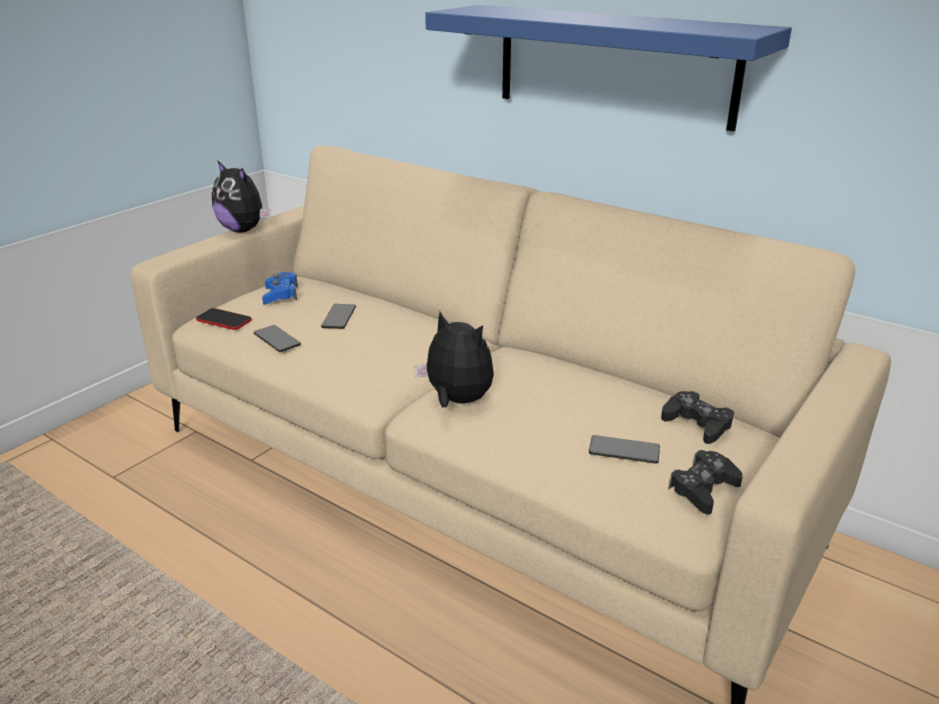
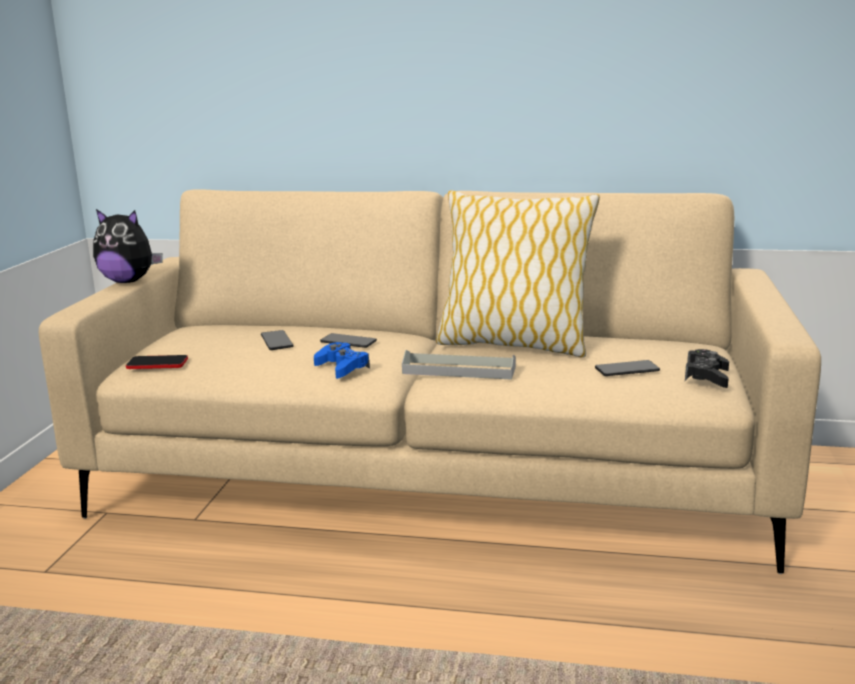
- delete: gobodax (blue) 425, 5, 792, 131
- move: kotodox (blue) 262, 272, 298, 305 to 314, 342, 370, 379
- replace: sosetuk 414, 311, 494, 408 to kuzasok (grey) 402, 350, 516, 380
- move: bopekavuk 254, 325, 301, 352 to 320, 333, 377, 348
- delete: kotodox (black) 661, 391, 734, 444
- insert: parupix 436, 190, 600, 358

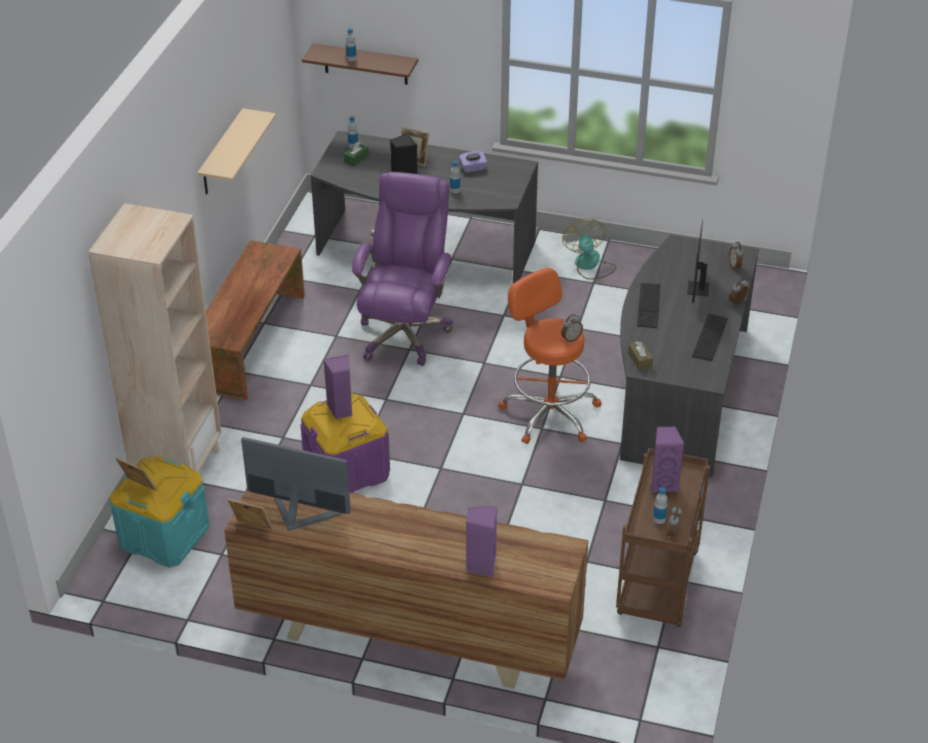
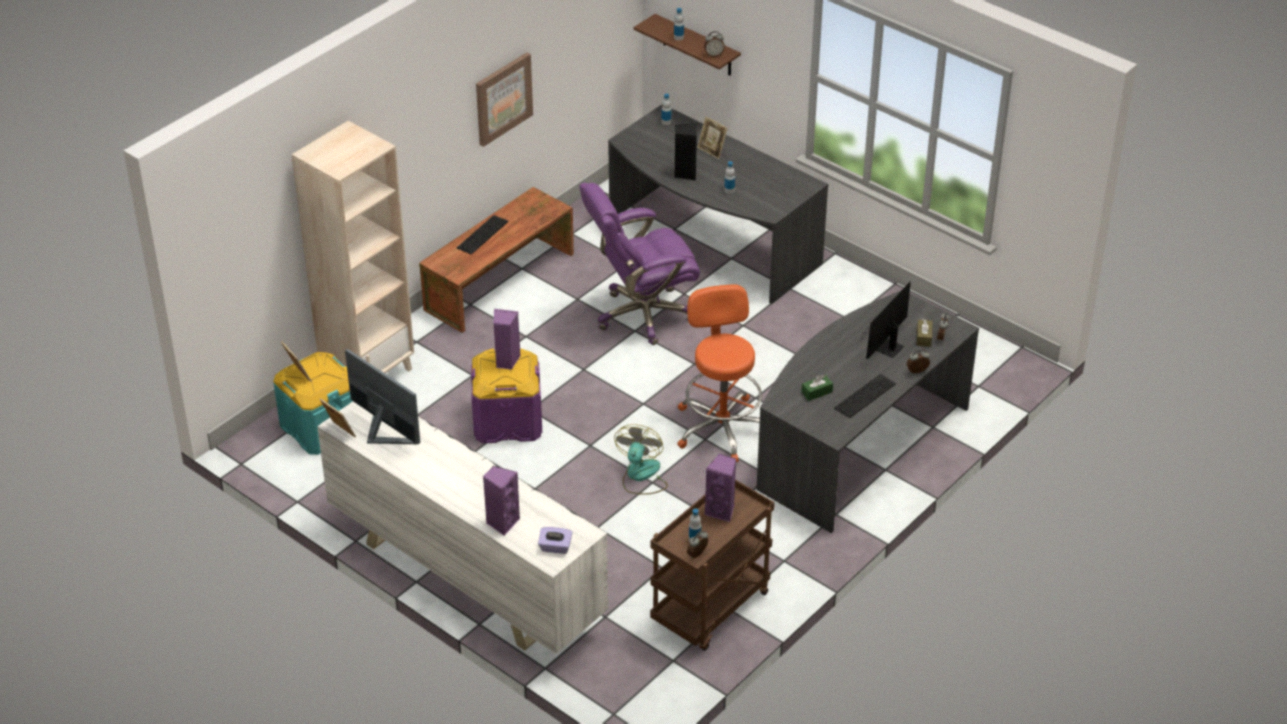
- replace: gobodax (beige) 197, 108, 276, 195 to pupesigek 476, 53, 533, 147
- move: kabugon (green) 344, 142, 369, 167 to 801, 375, 833, 401
- move: kabugon (purple) 459, 151, 487, 173 to 538, 527, 572, 554
- rotate: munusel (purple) 352, 172, 453, 366 = 579, 183, 700, 345 150 degrees counterclockwise
- move: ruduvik 562, 218, 617, 280 to 614, 424, 668, 495
- move: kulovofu 637, 283, 661, 328 to 457, 215, 508, 255
- move: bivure 561, 314, 583, 342 to 704, 31, 725, 57
- move: kabugon (brown) 628, 341, 653, 370 to 917, 318, 933, 347
- recolor: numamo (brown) 224, 489, 589, 689 to numamo (white) 317, 402, 608, 654

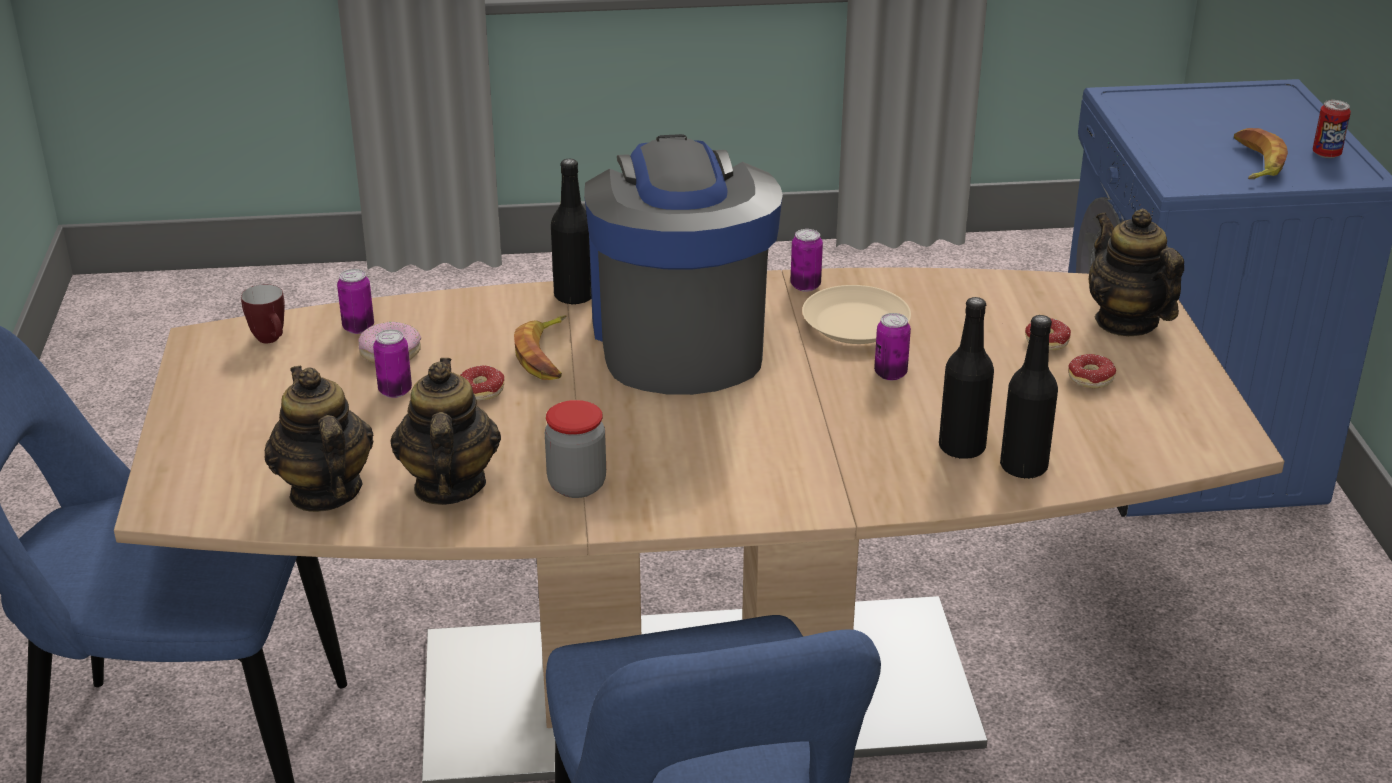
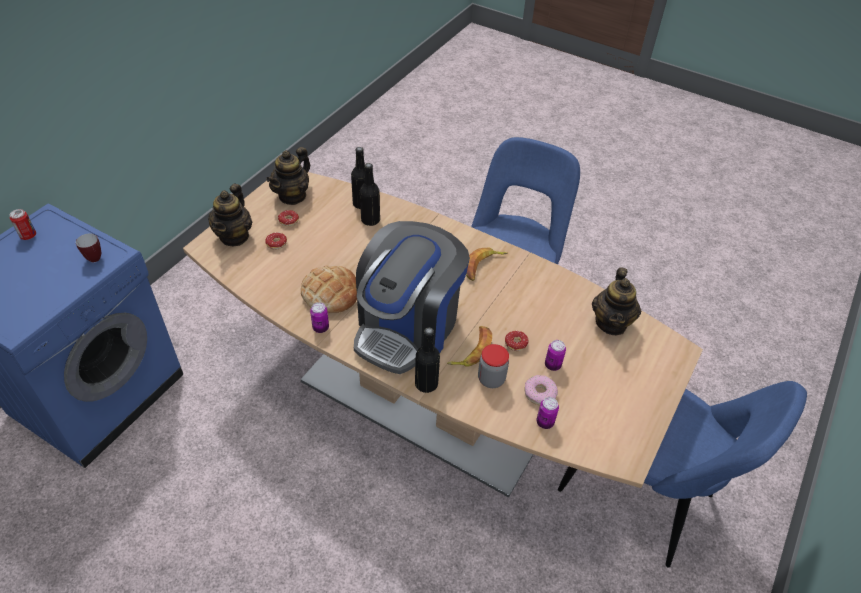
- move: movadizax 1234, 128, 1288, 179 to 466, 248, 508, 281
- move: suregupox 241, 284, 285, 343 to 76, 233, 101, 262
- replace: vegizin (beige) 802, 285, 911, 344 to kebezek 301, 265, 357, 313
- delete: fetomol 874, 313, 911, 380
- move: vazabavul 390, 358, 501, 505 to 266, 147, 310, 205
- move: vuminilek 545, 400, 606, 498 to 478, 344, 509, 388

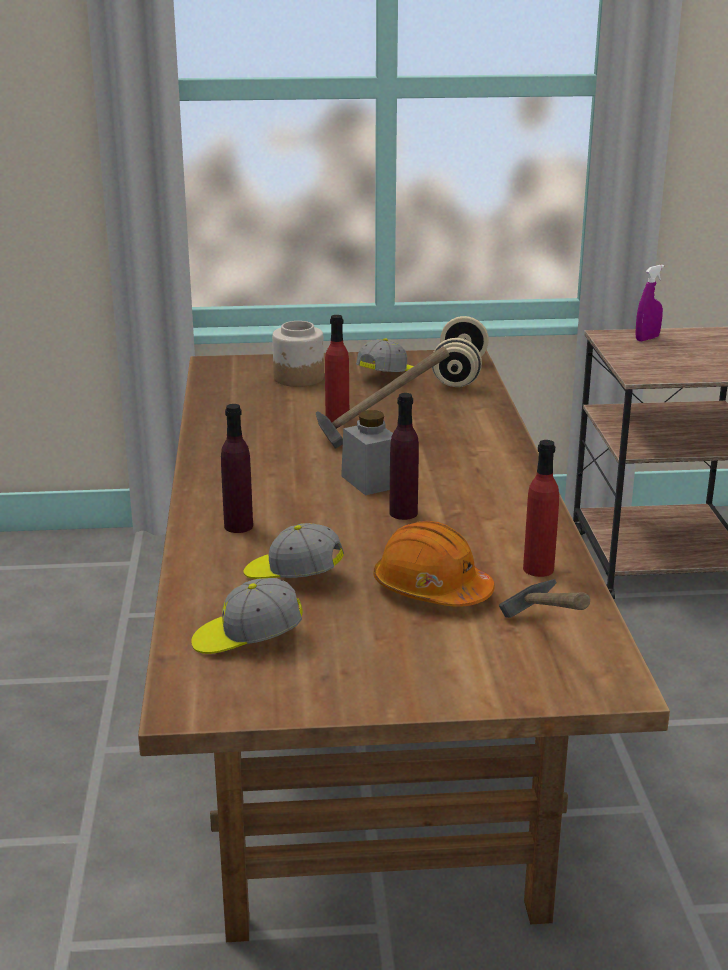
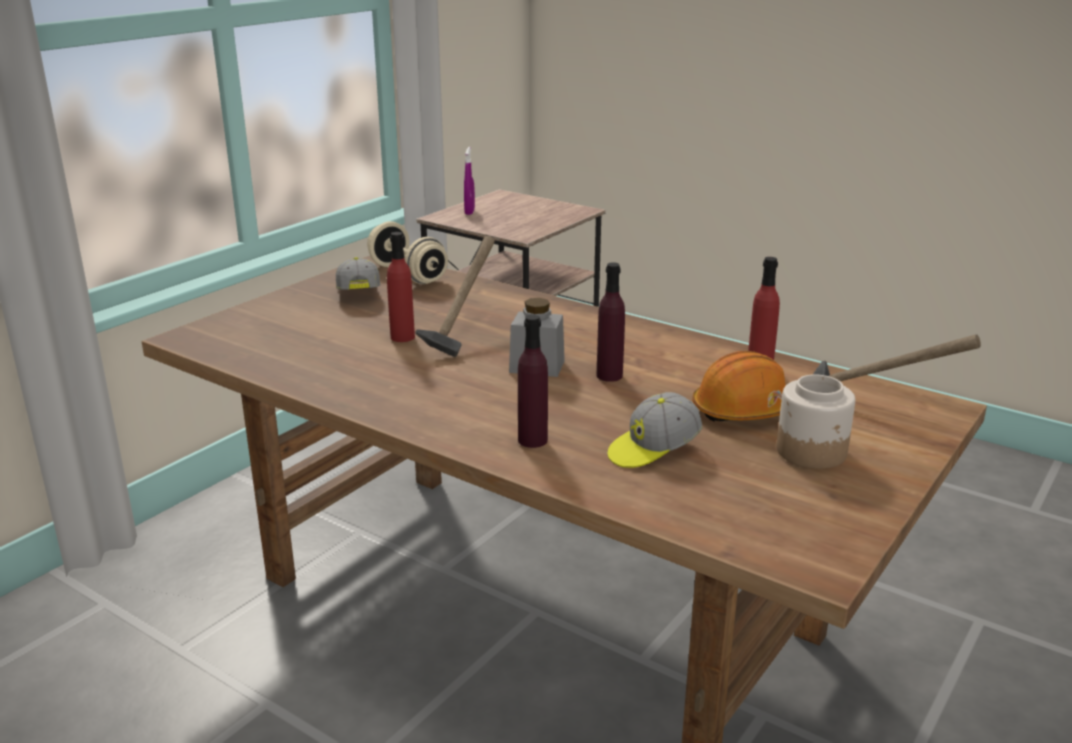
- move: vuminilek 272, 321, 324, 387 to 777, 374, 855, 469
- delete: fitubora 191, 578, 303, 654

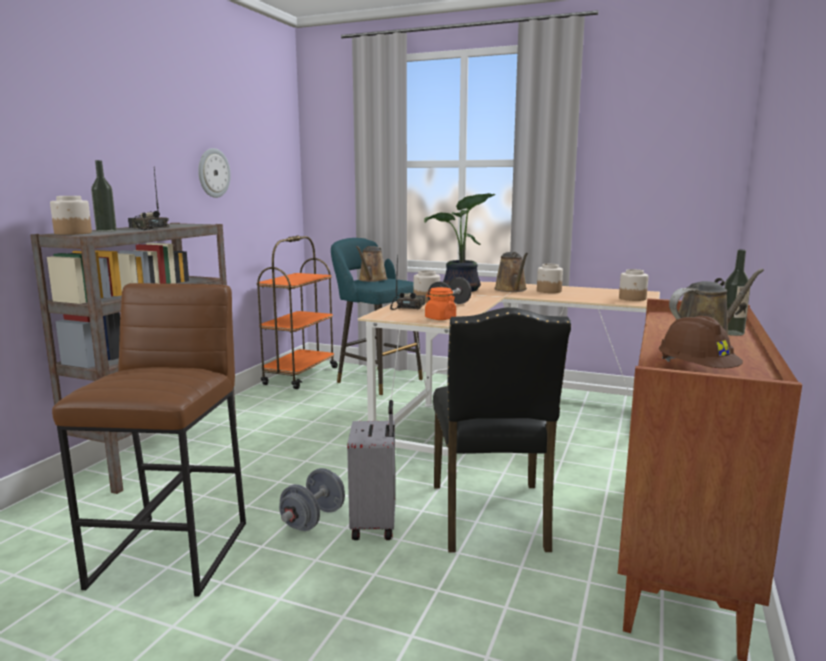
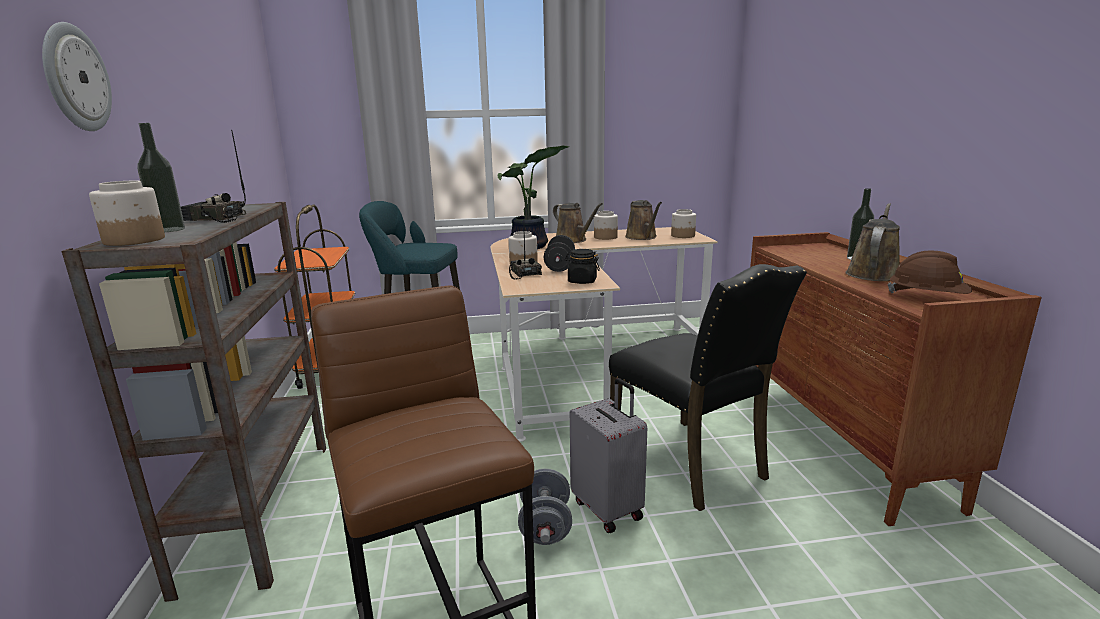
- move: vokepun 198, 148, 231, 198 to 42, 22, 112, 131
- move: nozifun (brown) 356, 246, 388, 282 to 625, 200, 662, 240
- recolor: vuminilek (orange) 425, 287, 456, 320 to vuminilek (black) 564, 249, 600, 284

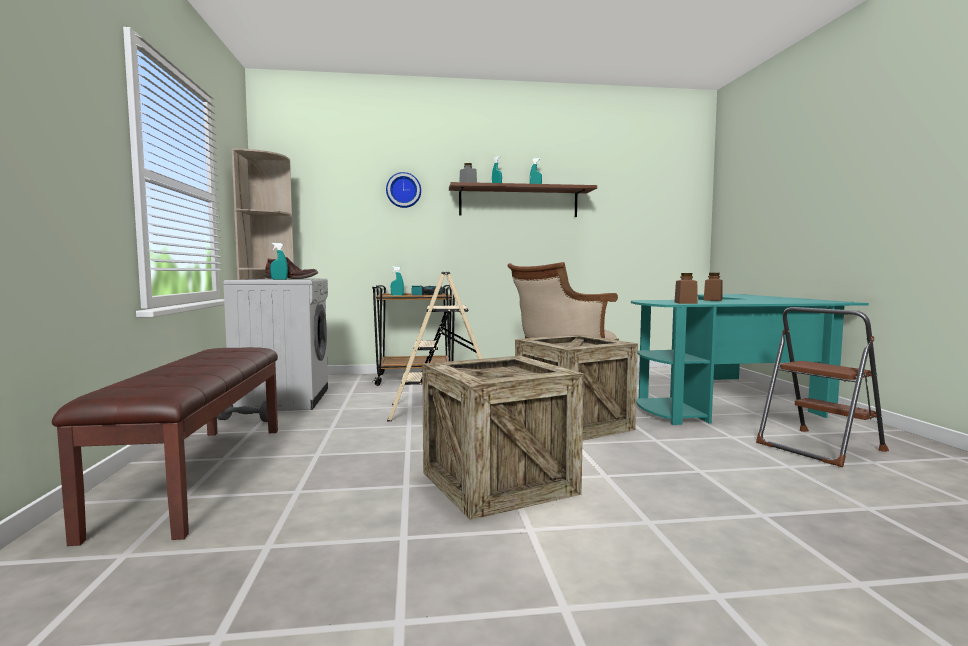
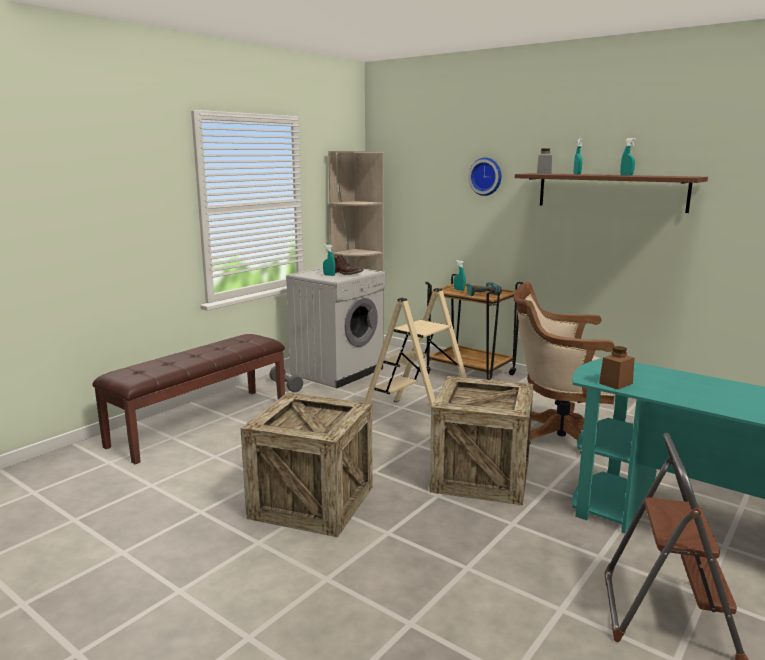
- delete: vuminilek (brown) 704, 273, 723, 301

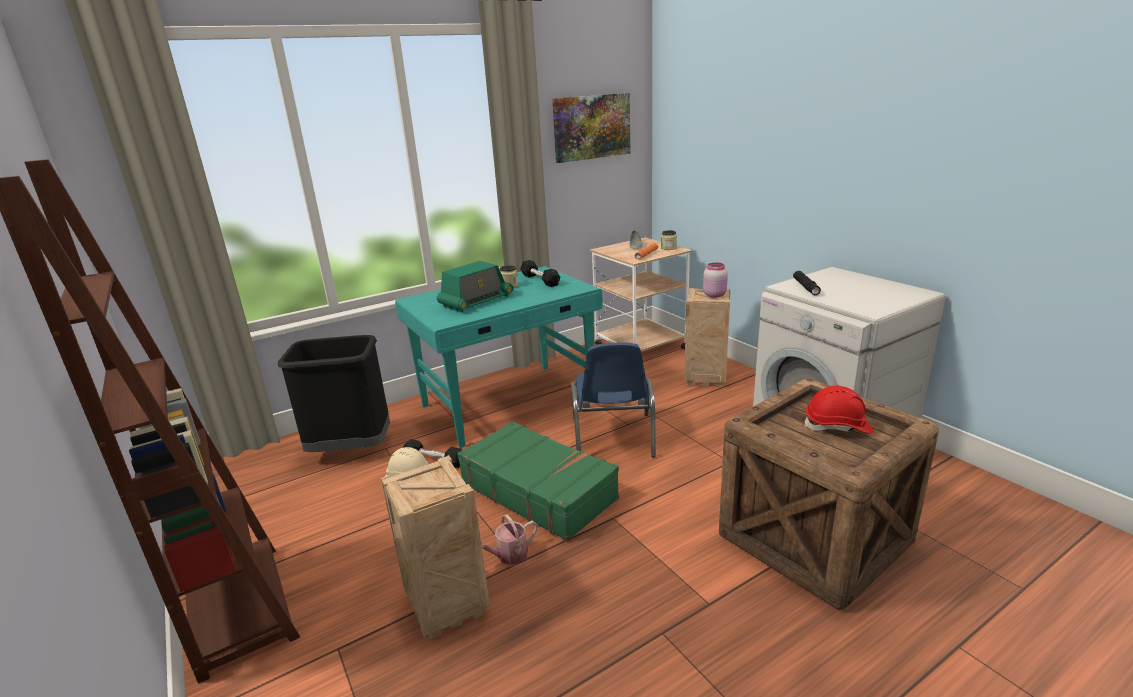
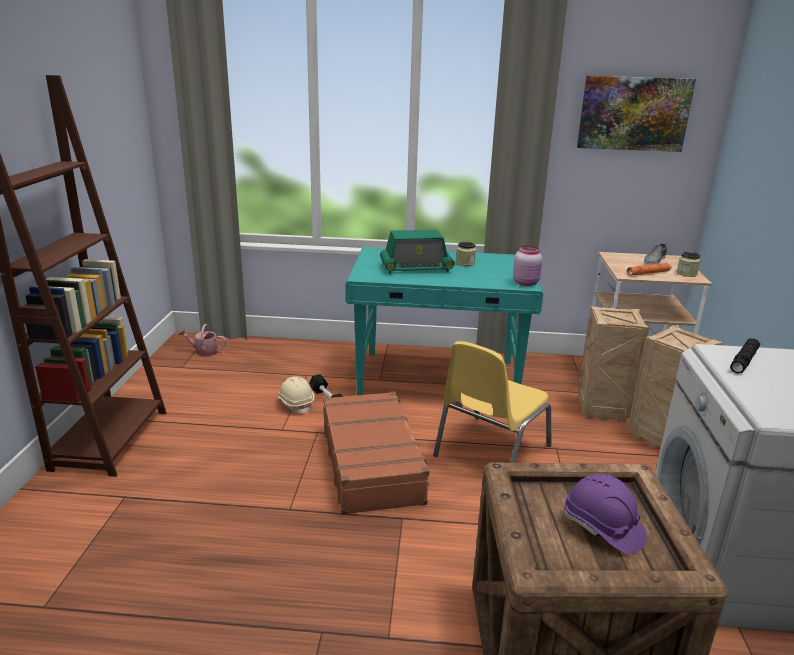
- delete: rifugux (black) 520, 260, 561, 287
- move: vuminilek (pink) 703, 263, 728, 297 to 513, 245, 543, 286
- delete: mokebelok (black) 278, 335, 390, 452
- recolor: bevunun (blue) 571, 342, 656, 457 to bevunun (yellow) 433, 341, 551, 463
- recolor: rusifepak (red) 804, 386, 873, 434 to rusifepak (purple) 564, 474, 647, 555
- recolor: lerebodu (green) 457, 421, 619, 542 to lerebodu (brown) 323, 391, 431, 515
- move: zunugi 381, 455, 490, 639 to 578, 306, 649, 422
- move: nozifun 480, 514, 538, 565 to 178, 324, 226, 357

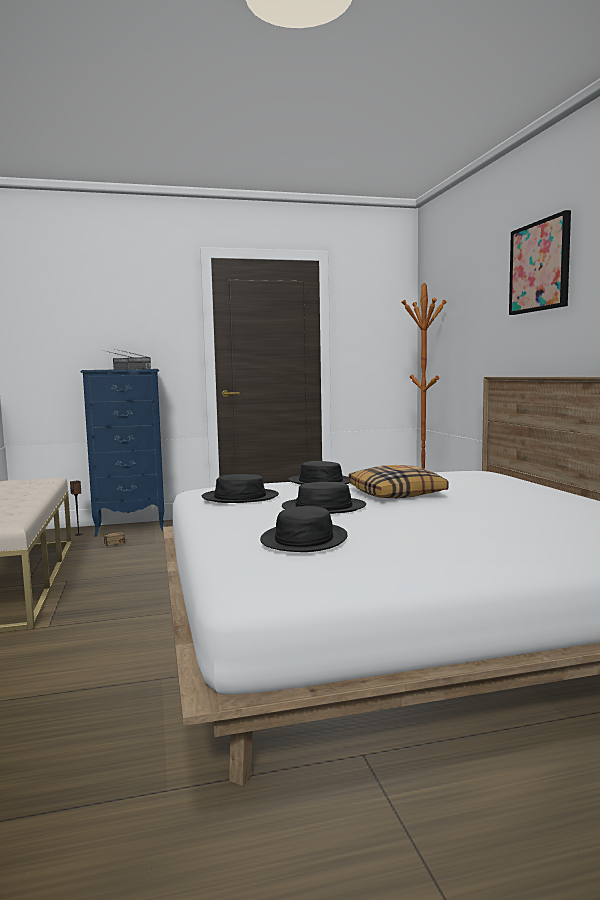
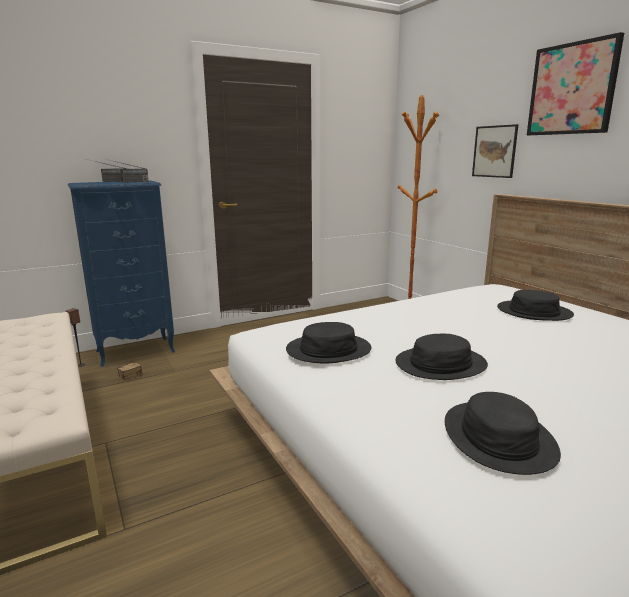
- move: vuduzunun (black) 288, 461, 350, 485 to 497, 290, 574, 321
- delete: parupix 349, 465, 449, 498
- insert: pupesigek 472, 124, 518, 178

